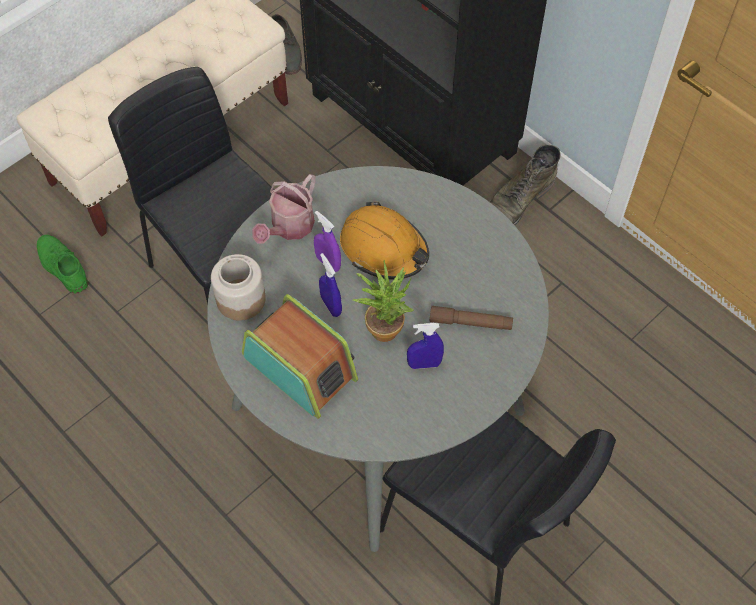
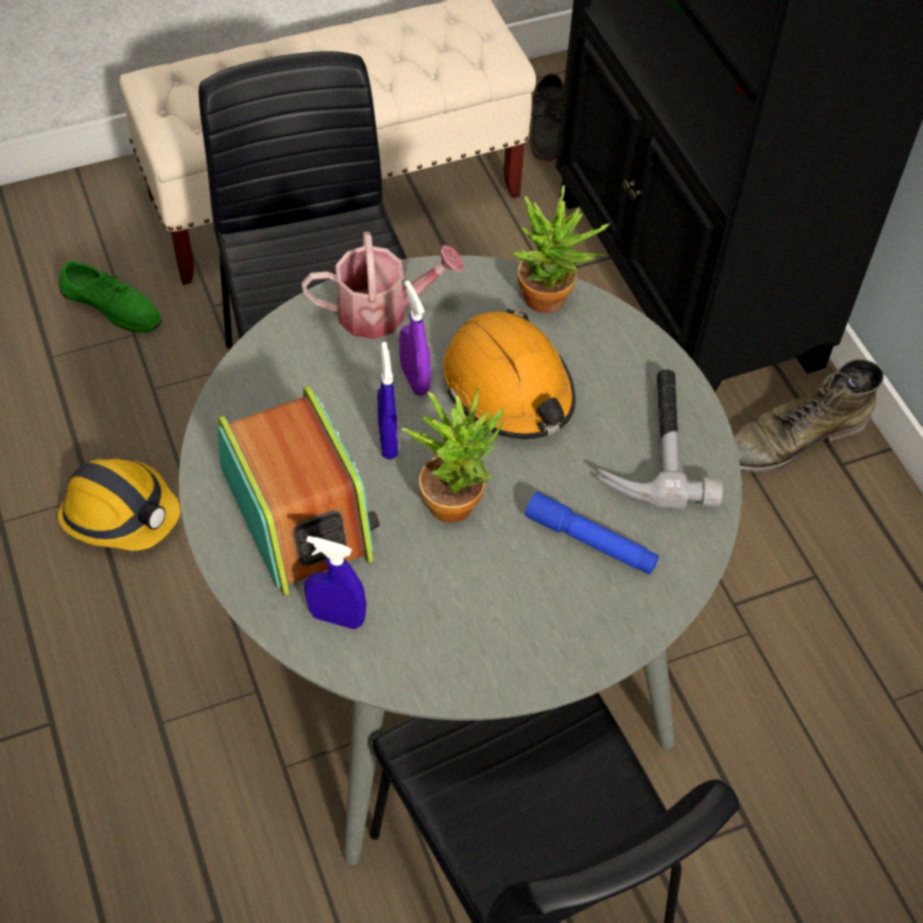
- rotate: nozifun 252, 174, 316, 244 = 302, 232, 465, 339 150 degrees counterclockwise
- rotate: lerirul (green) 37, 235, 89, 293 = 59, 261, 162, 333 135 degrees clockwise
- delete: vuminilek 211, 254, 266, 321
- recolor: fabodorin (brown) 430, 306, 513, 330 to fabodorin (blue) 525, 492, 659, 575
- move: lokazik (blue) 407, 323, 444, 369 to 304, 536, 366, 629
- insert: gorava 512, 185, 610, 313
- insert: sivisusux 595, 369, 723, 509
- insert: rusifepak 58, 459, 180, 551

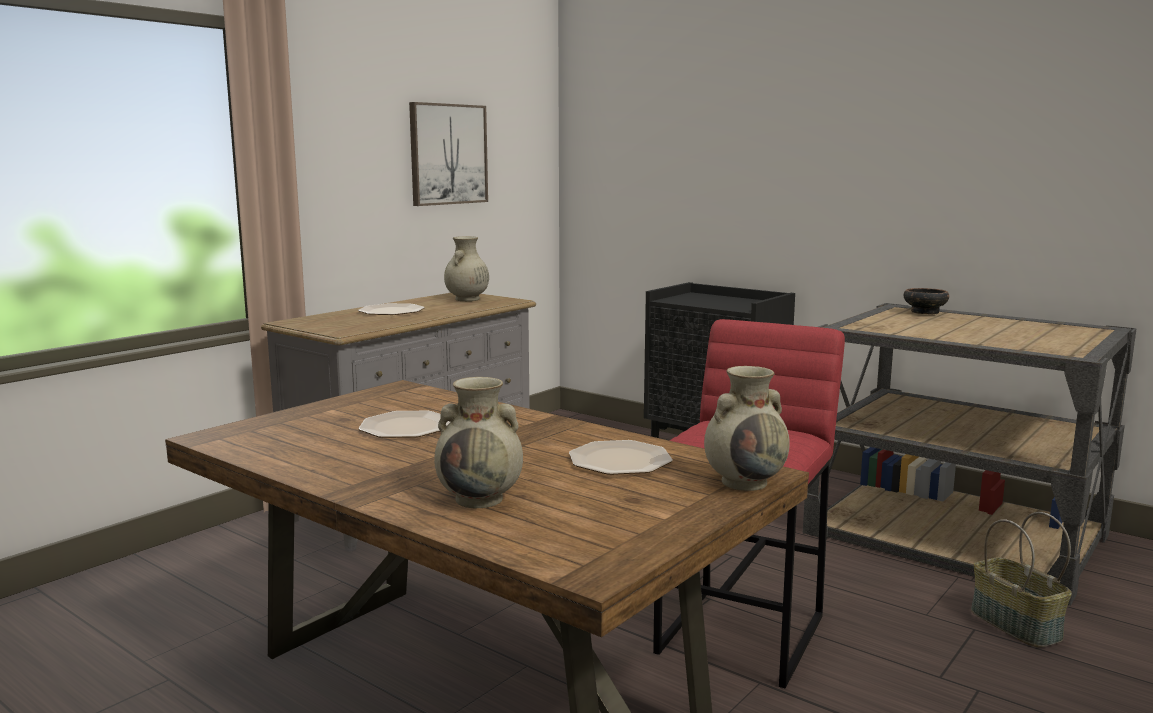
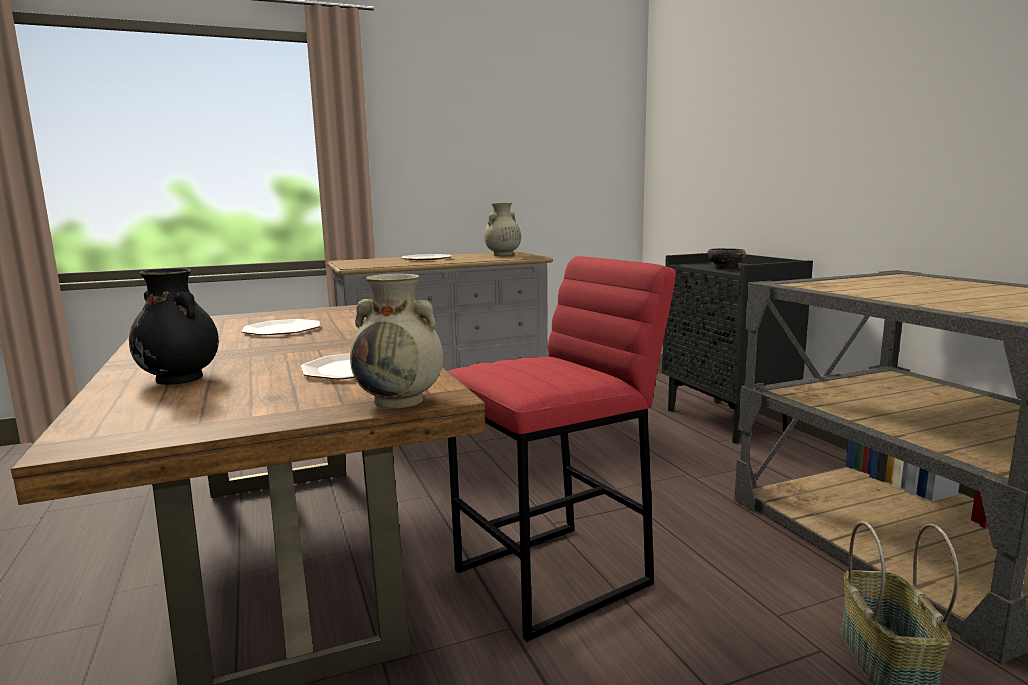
- delete: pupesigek 409, 102, 488, 206
- move: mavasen 904, 288, 949, 315 to 707, 248, 746, 270
- recolor: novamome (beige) 434, 377, 523, 508 to novamome (black) 129, 268, 219, 385

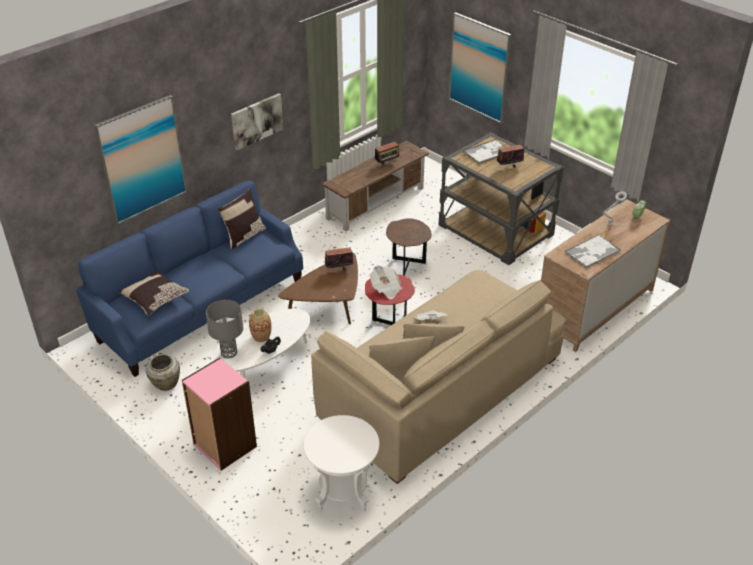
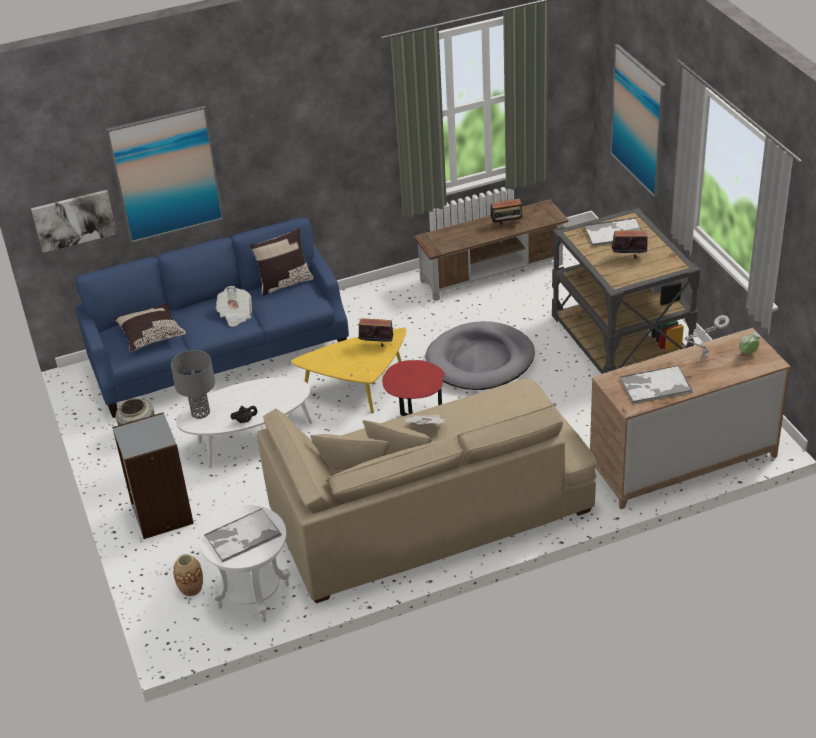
- move: pupesigek 231, 93, 283, 150 to 31, 190, 117, 253
- replace: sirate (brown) 386, 218, 432, 276 to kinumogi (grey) 426, 321, 535, 390
- recolor: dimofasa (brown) 278, 253, 358, 324 to dimofasa (yellow) 291, 328, 407, 413
- move: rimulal 370, 265, 402, 299 to 216, 286, 252, 327
- move: novamome 249, 309, 272, 343 to 173, 554, 203, 597
- recolor: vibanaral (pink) 182, 358, 257, 471 to vibanaral (grey) 112, 412, 194, 539
- insert: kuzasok 204, 508, 282, 562

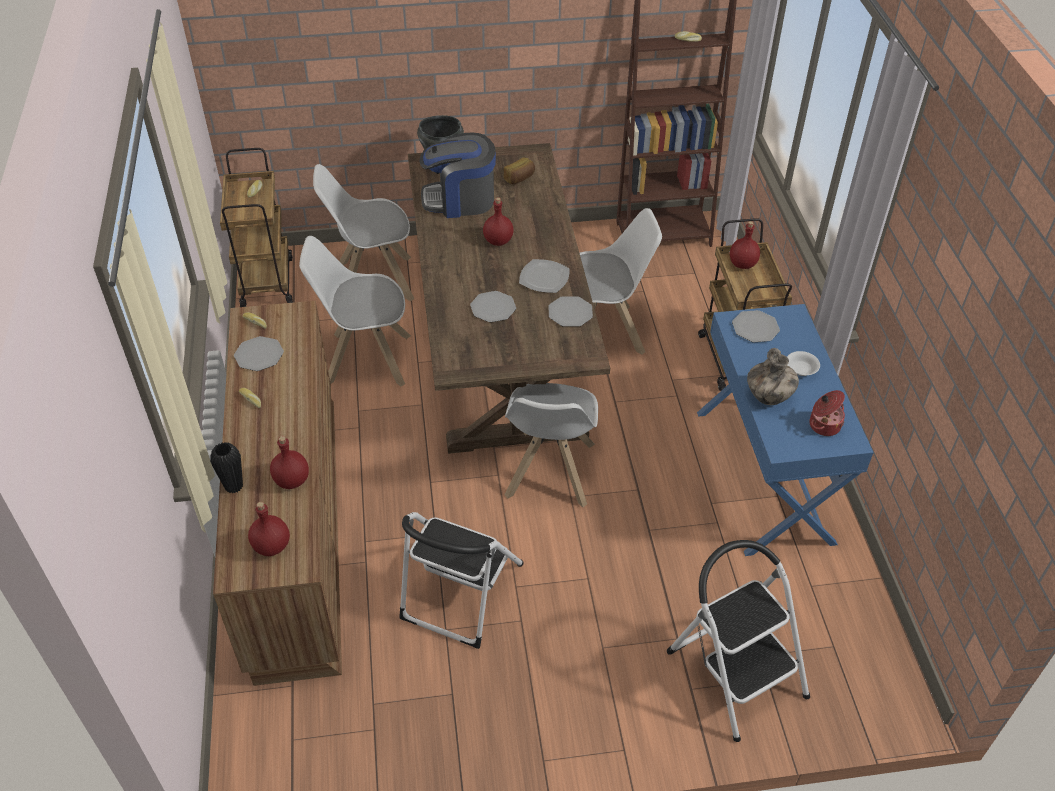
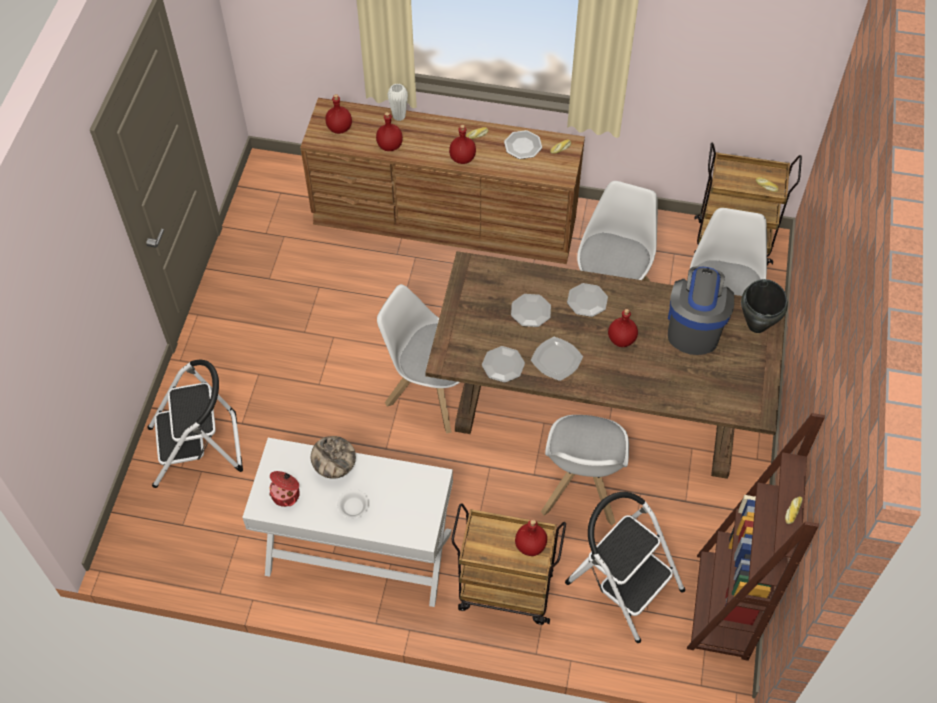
- delete: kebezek 504, 157, 535, 184
- recolor: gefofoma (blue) 697, 304, 874, 556 to gefofoma (white) 242, 438, 453, 607
- move: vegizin 732, 310, 780, 342 to 567, 283, 608, 317
- recolor: novamome (black) 210, 442, 243, 494 to novamome (white) 387, 84, 408, 121
- move: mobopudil 399, 512, 524, 649 to 565, 492, 685, 643
- insert: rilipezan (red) 449, 125, 476, 164

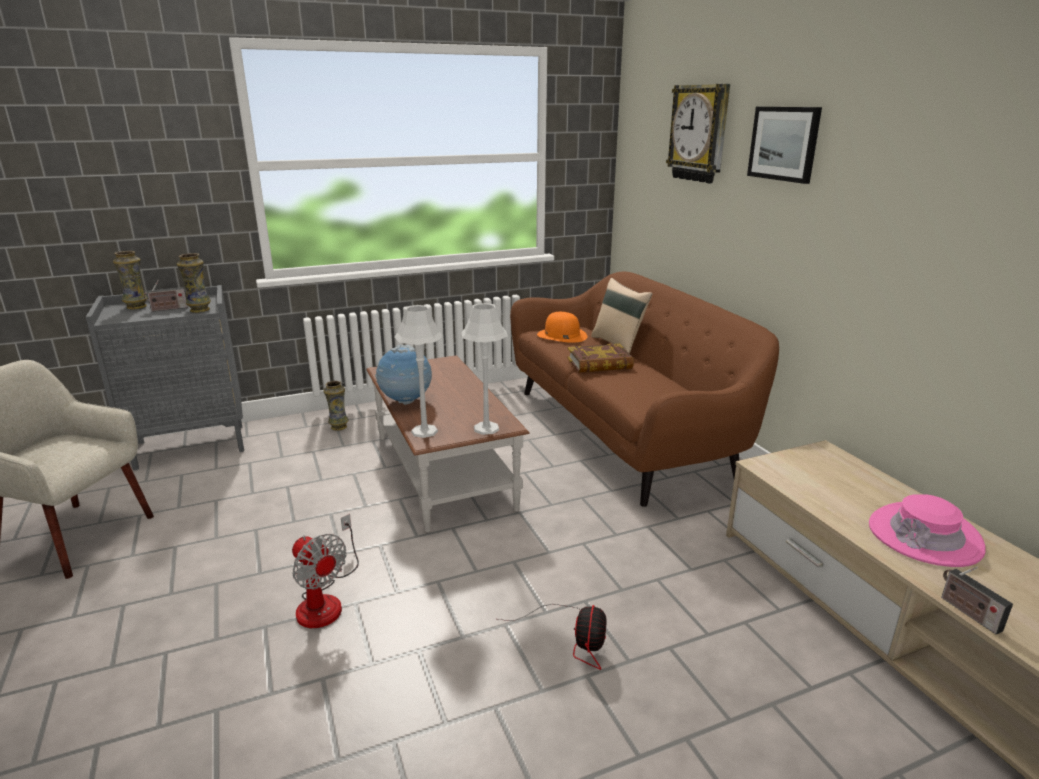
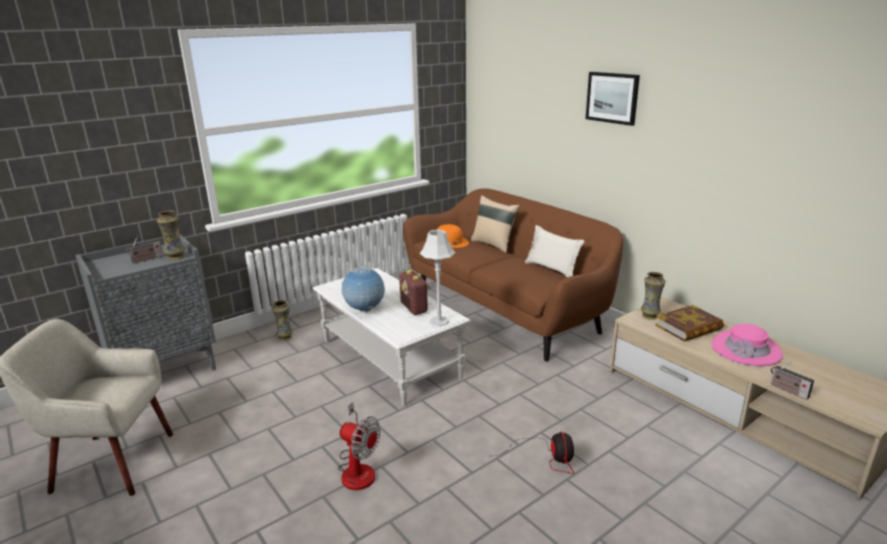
- delete: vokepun 666, 84, 730, 183
- move: novamome 113, 251, 148, 309 to 641, 272, 666, 320
- delete: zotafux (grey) 394, 305, 443, 438
- move: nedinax 567, 344, 634, 373 to 655, 305, 724, 342
- recolor: dimofasa (brown) 366, 355, 530, 532 to dimofasa (white) 312, 268, 471, 406
- insert: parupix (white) 525, 225, 584, 277
- insert: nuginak 399, 270, 429, 315

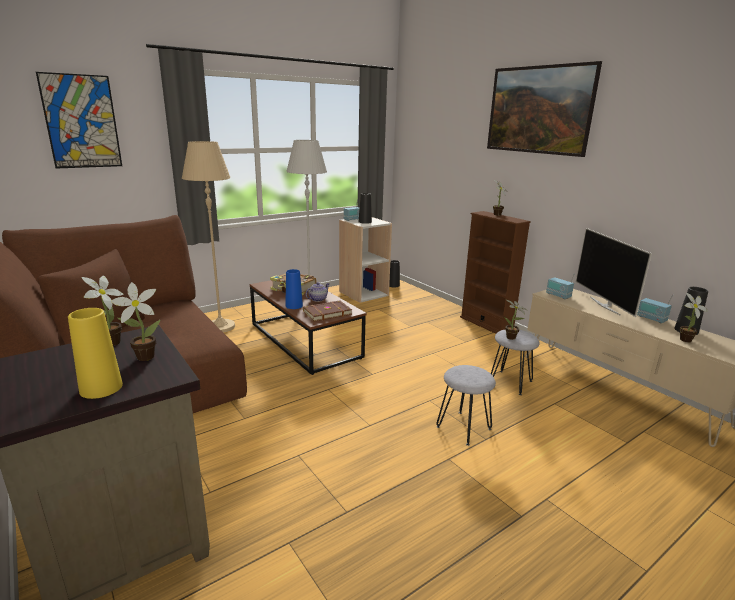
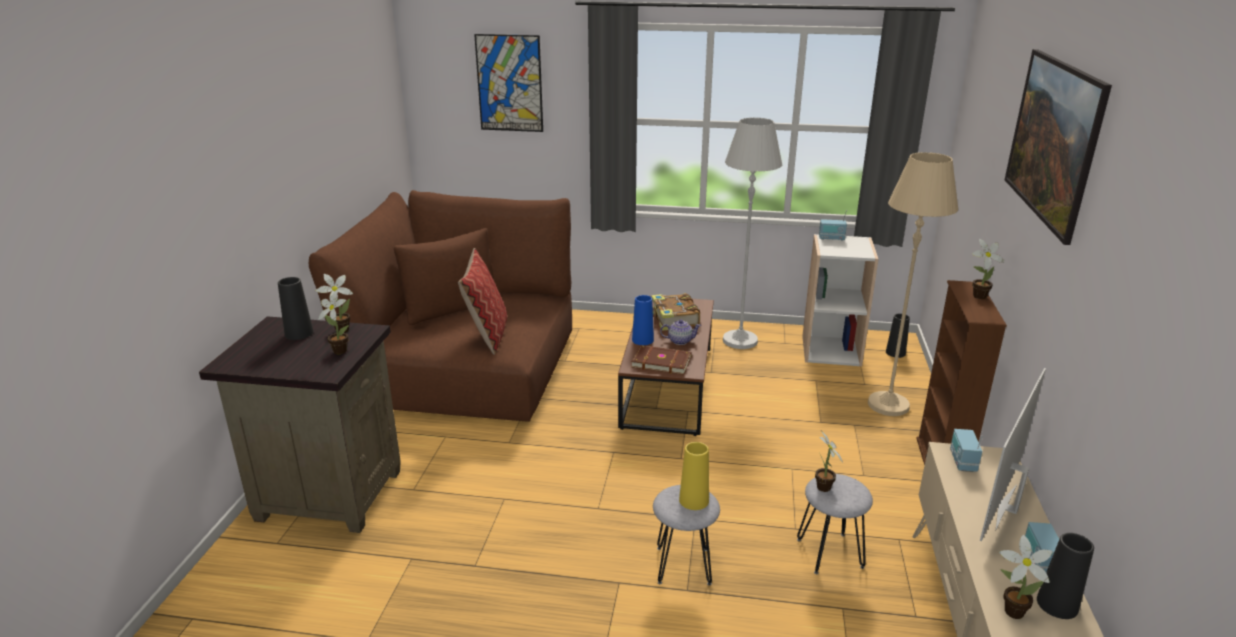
- move: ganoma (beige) 182, 141, 235, 333 to 868, 152, 958, 416
- move: novamome (black) 359, 193, 372, 224 to 278, 277, 313, 340
- move: novamome (yellow) 68, 308, 123, 399 to 679, 442, 709, 510
- insert: parupix 458, 248, 507, 355

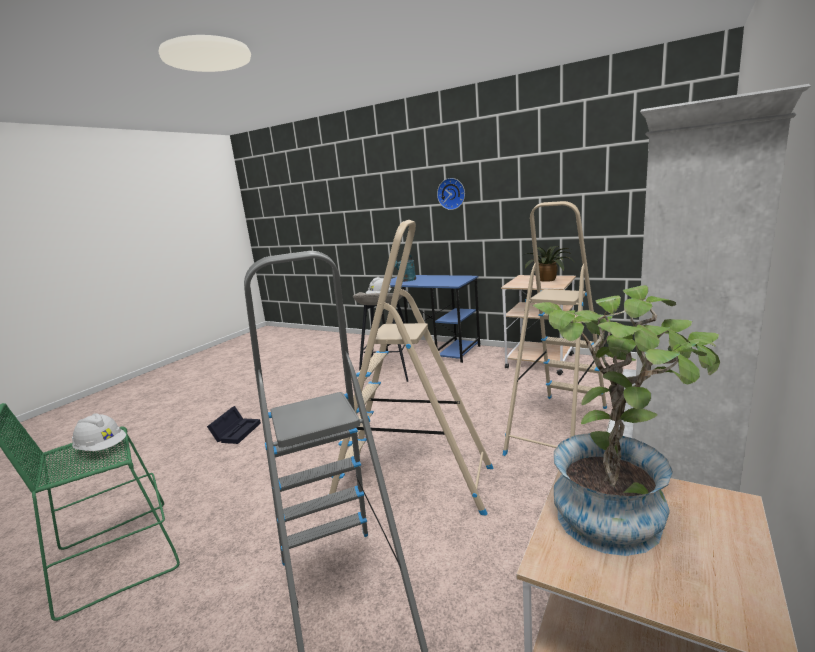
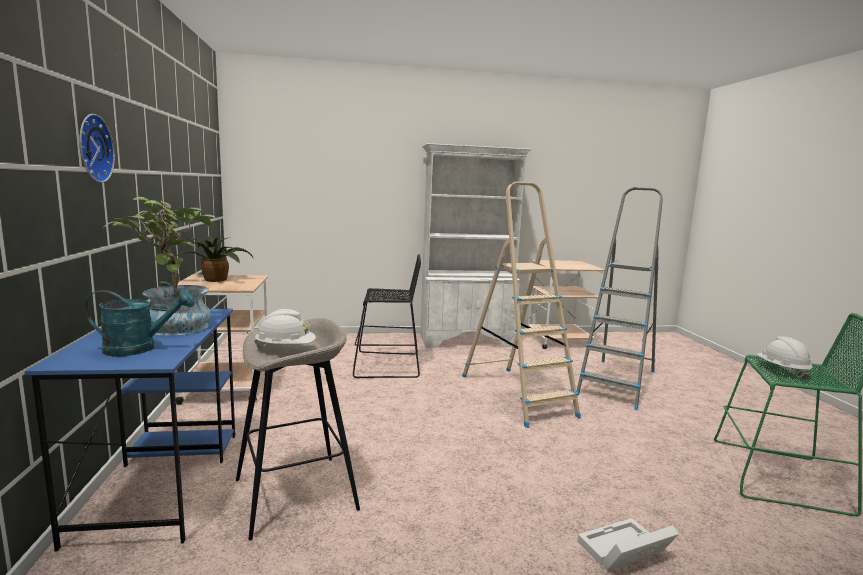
- replace: mobopudil (beige) 503, 201, 607, 456 to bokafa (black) 353, 254, 421, 378
- move: gorava 533, 285, 720, 556 to 103, 197, 215, 336
- recolor: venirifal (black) 207, 406, 261, 444 to venirifal (white) 577, 518, 679, 571

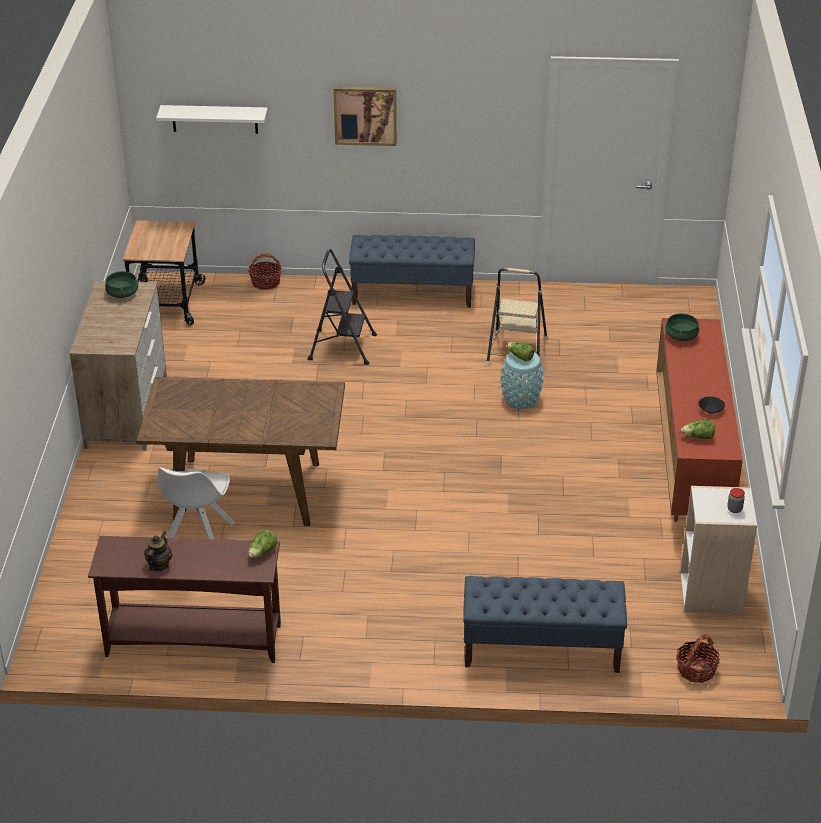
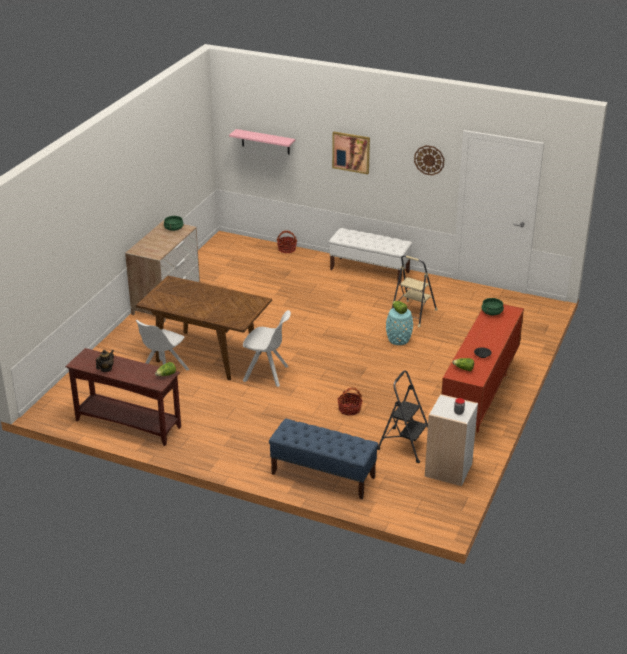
- recolor: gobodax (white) 156, 105, 268, 134 to gobodax (pink) 229, 129, 295, 155
- delete: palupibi 123, 220, 205, 325
- recolor: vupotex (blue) 349, 235, 475, 308 to vupotex (white) 329, 228, 413, 285
- move: mobopudil (black) 307, 249, 377, 365 to 377, 370, 428, 463
- move: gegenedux 677, 634, 720, 683 to 338, 387, 363, 416
- insert: vokepun 414, 145, 444, 176
- insert: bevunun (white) 243, 310, 291, 387

